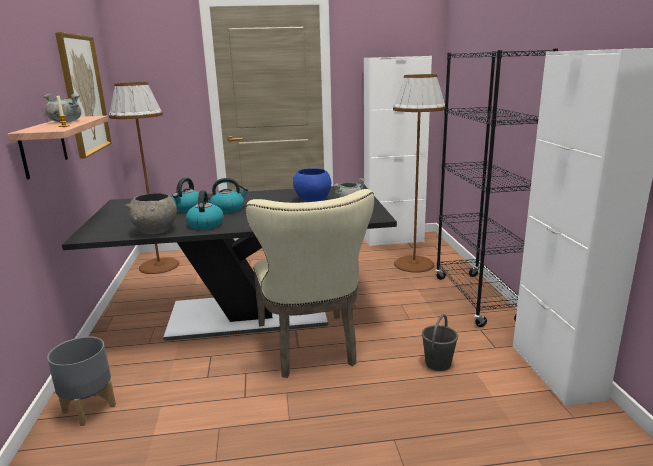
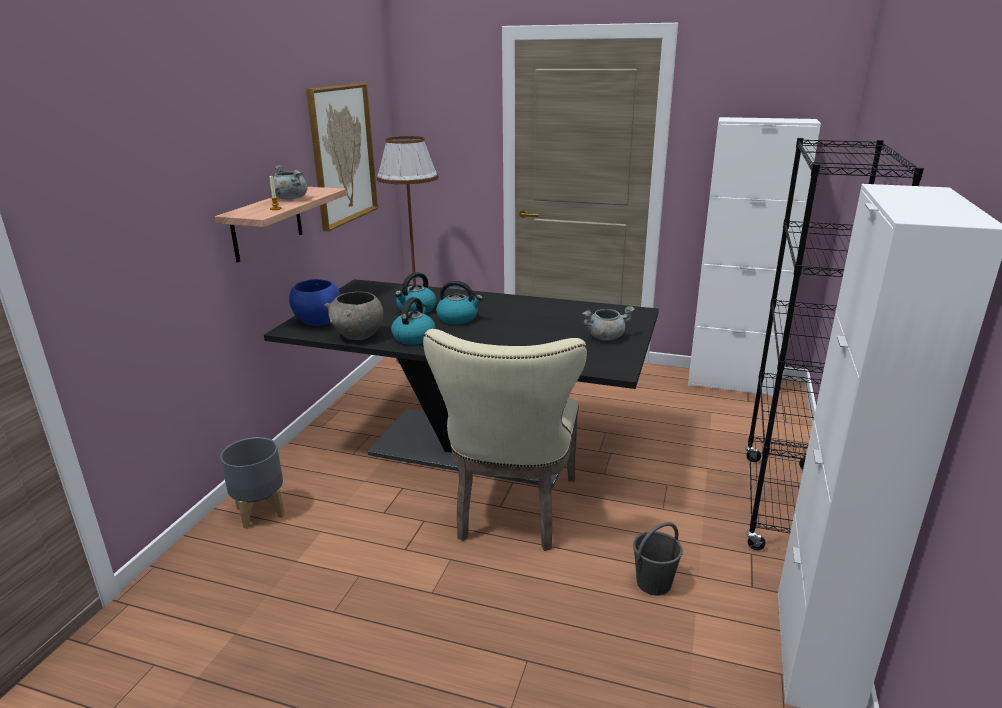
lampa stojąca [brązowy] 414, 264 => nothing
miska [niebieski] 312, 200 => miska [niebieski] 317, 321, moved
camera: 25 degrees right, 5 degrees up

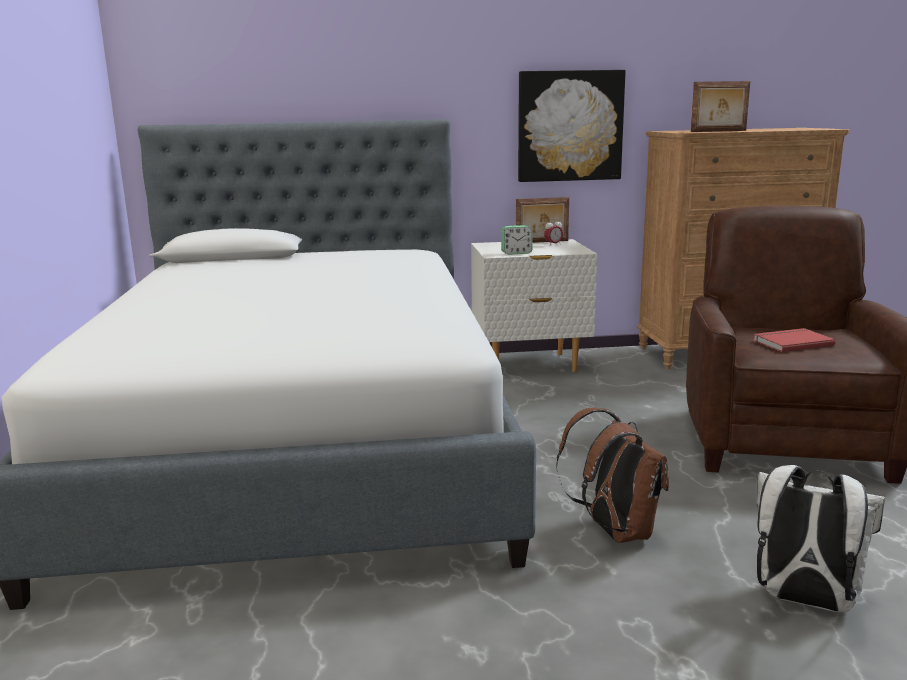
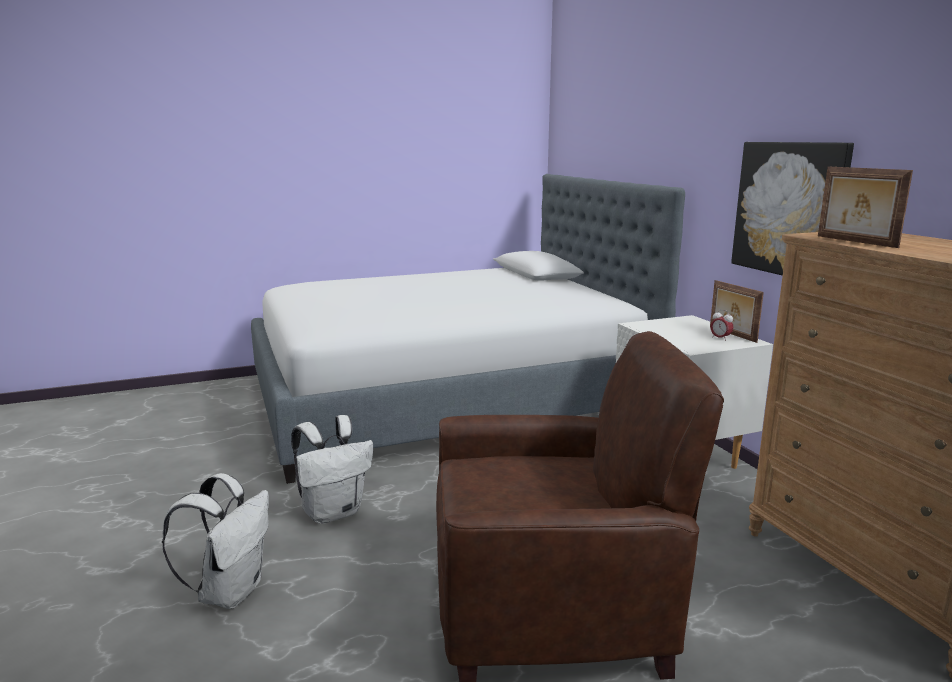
budzik 516, 253 => nothing
książka [czerwony] 791, 342 => nothing
plecak [brązowy] 614, 531 => plecak [biały] 333, 512
camera: 75 degrees right, 0 degrees up

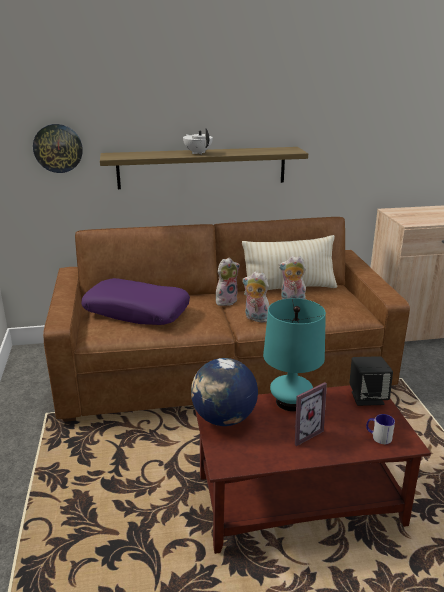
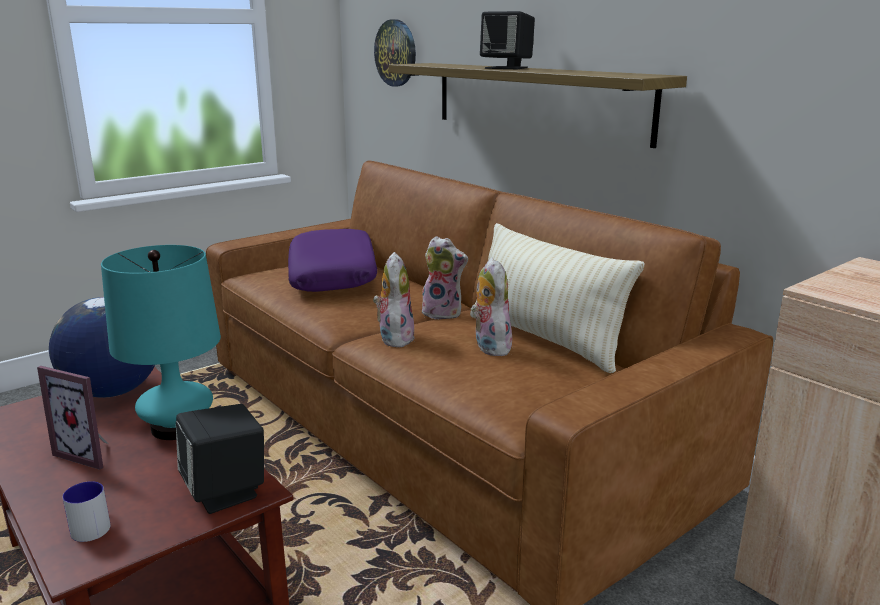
imbryk [biały] 198, 153 => głośnik [czarny] 507, 68
camera: 60 degrees right, 5 degrees down

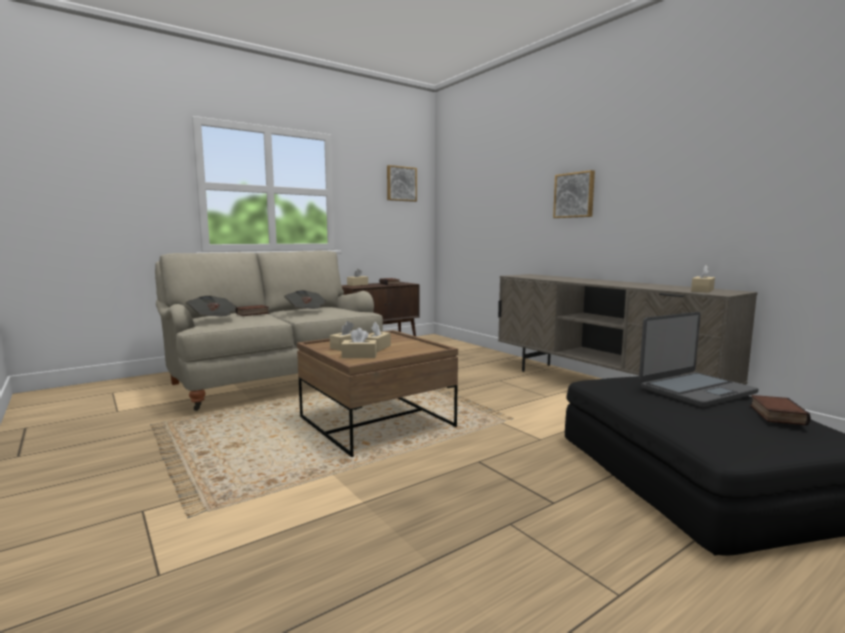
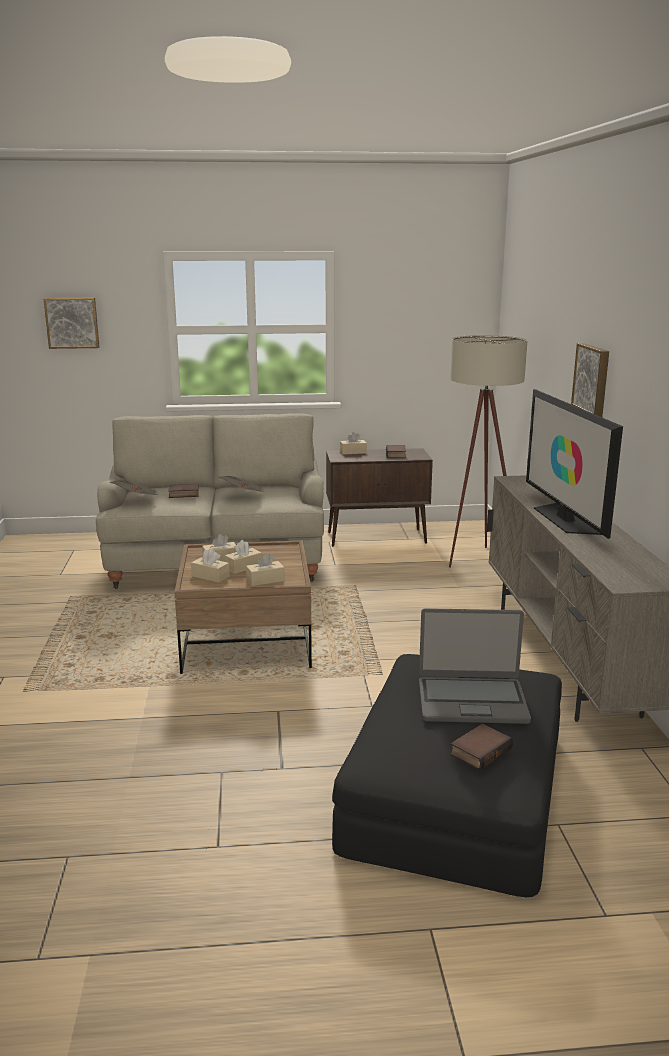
nothing => lampa stojąca [beżowy] 477, 562
nothing => telewizor 565, 519
obraz 401, 184 => obraz 72, 322, moved
pudełko chusteczek [beżowy] 702, 290 => pudełko chusteczek [beżowy] 265, 580, moved
camera: 30 degrees right, 10 degrees up

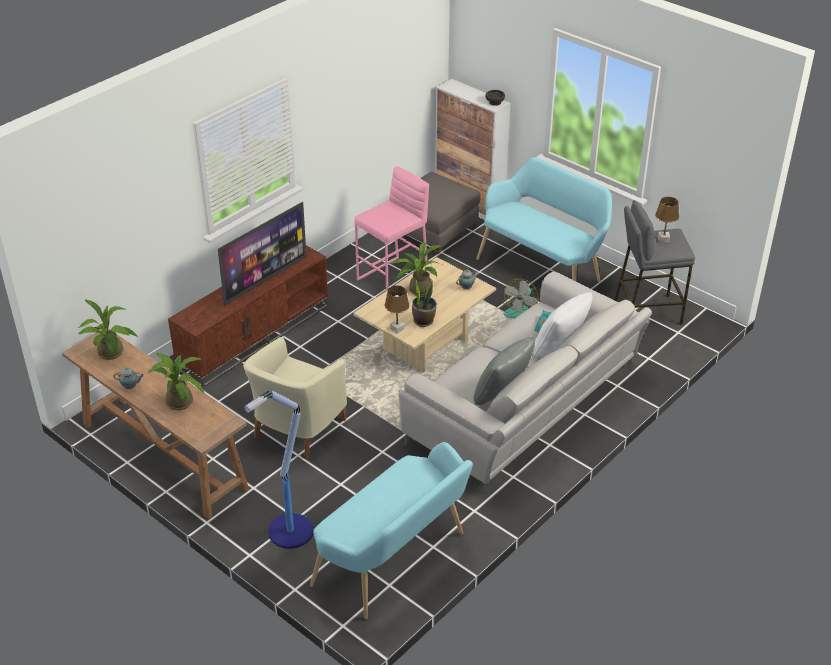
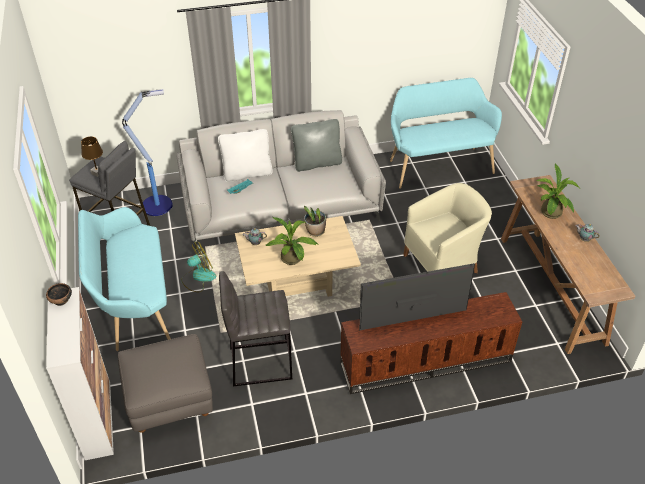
roślina doniczkowa 112, 354 => nothing
lampa stołowa [brązowy] 397, 329 => nothing
lampa stojąca 289, 532 => lampa stojąca 158, 205, moved
stołek [różowy] 393, 278 => stołek [szary] 260, 363
camera: 145 degrees left, 5 degrees up

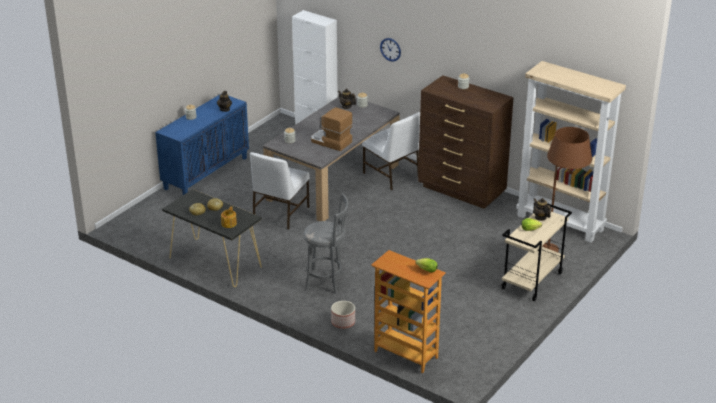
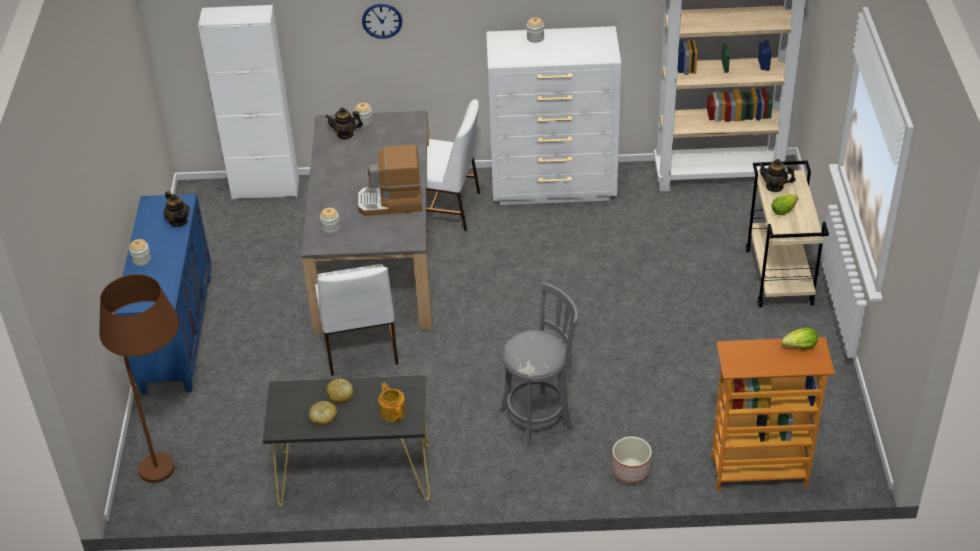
lampa stojąca [brązowy] 559, 250 => lampa stojąca [brązowy] 174, 459, moved
komoda [brązowy] 462, 190 => komoda [biały] 554, 187
camera: 35 degrees left, 10 degrees up

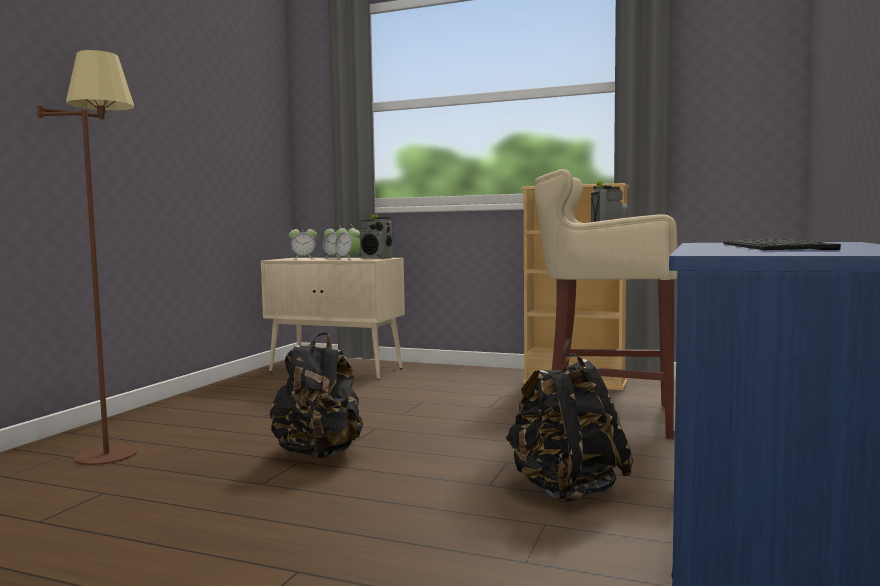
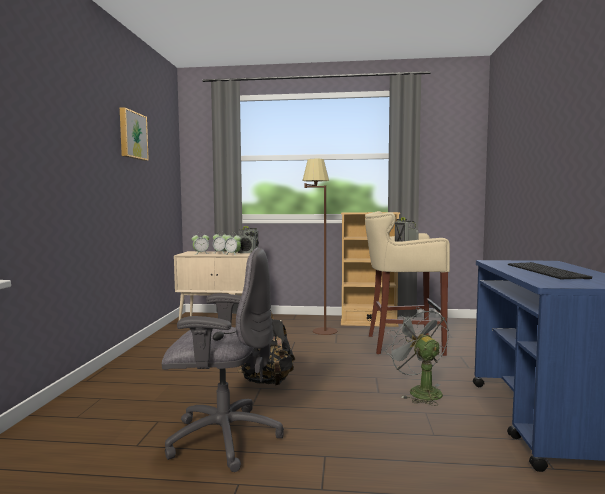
nothing => obraz 132, 135
nothing => krzesło biurowe [szary] 222, 438
lampa stojąca [brązowy] 112, 446 => lampa stojąca [brązowy] 319, 328, moved
plecak [czarny] 565, 490 => wentylator [szary] 419, 391
camera: 15 degrees left, 0 degrees up

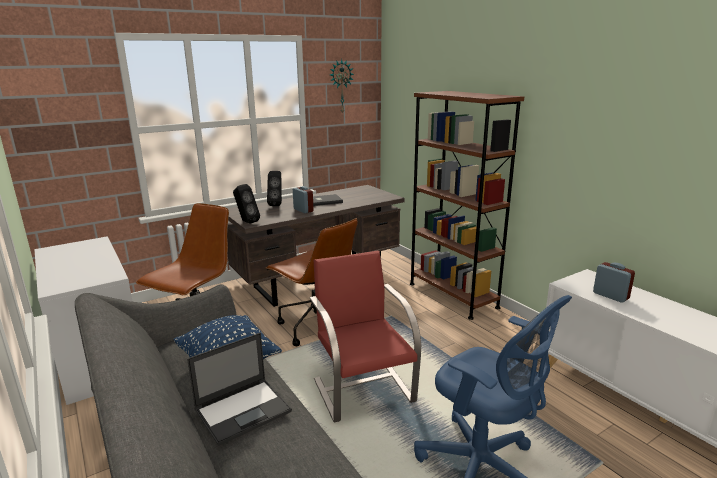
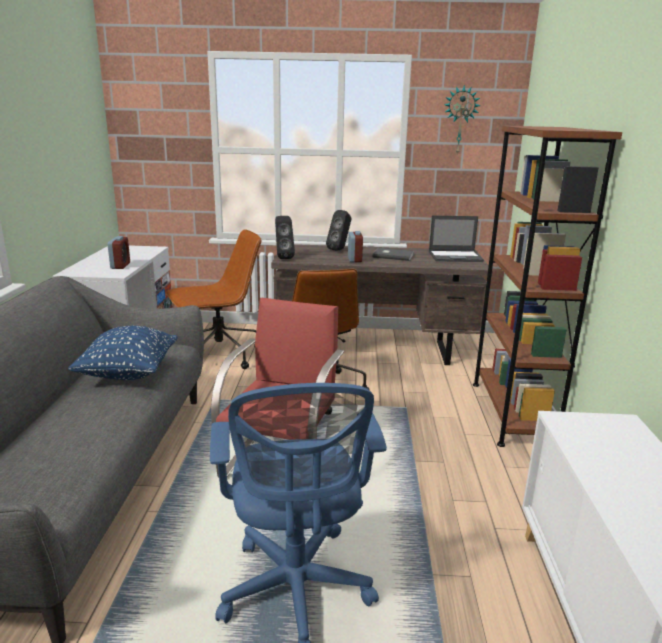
laptop 244, 410 => laptop 456, 257, moved
budzik 610, 296 => budzik 120, 265, moved
camera: 35 degrees right, 0 degrees up

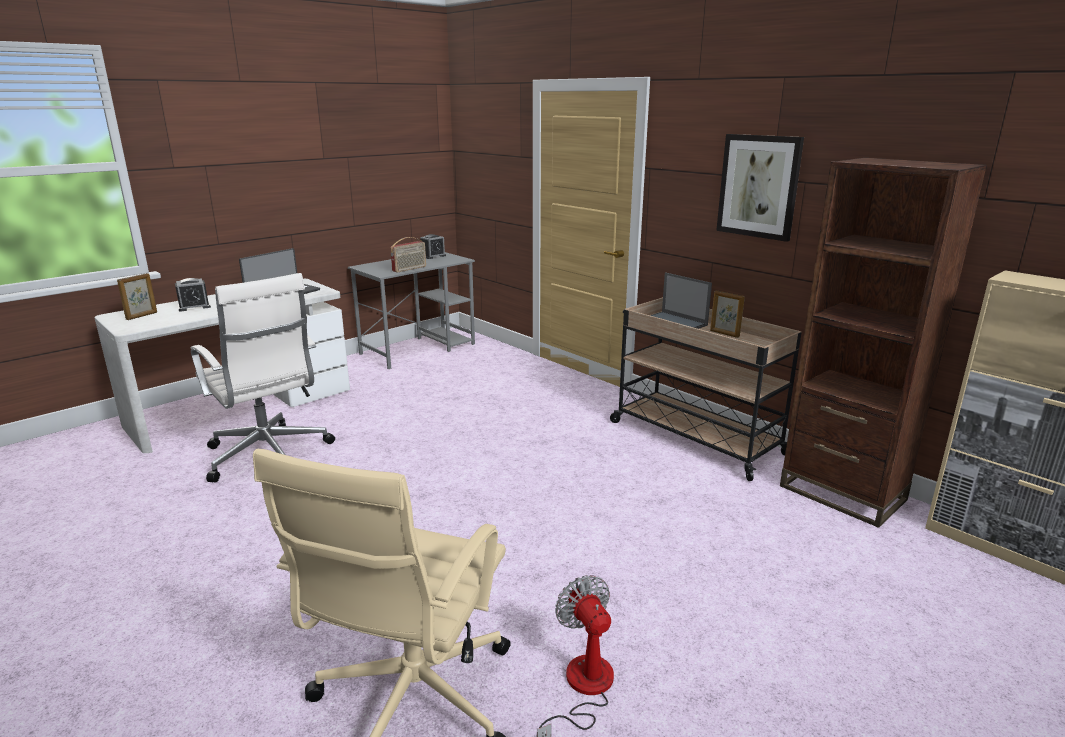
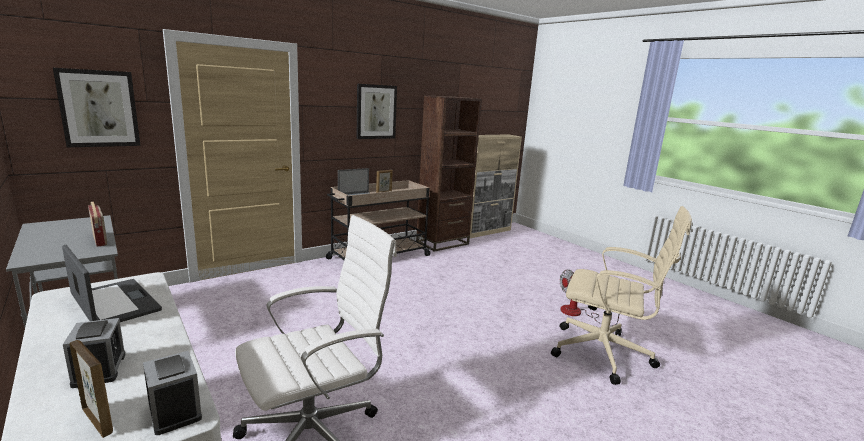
nothing => obraz 99, 108
budzik 433, 256 => budzik 175, 410, moved
camera: 85 degrees left, 5 degrees down

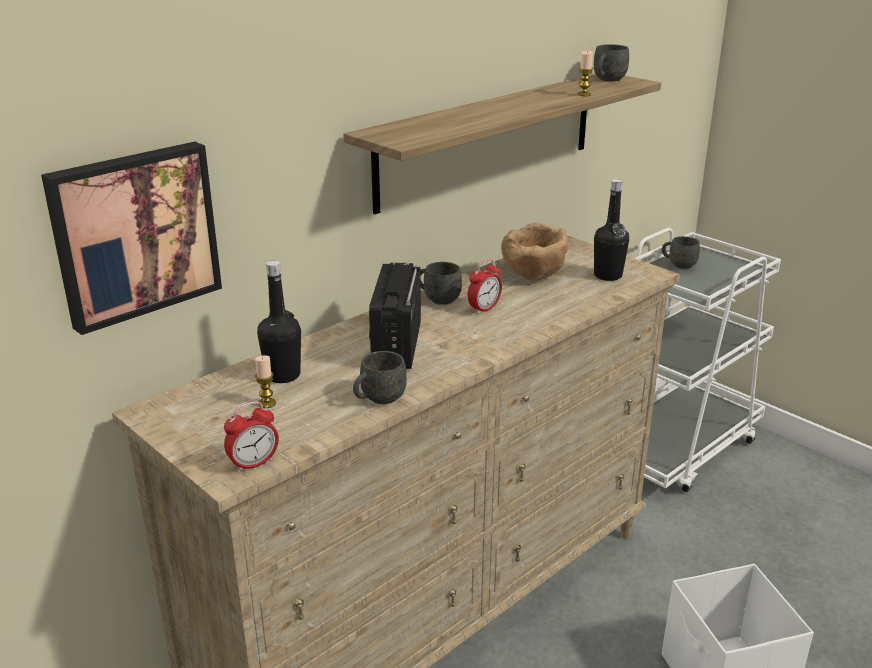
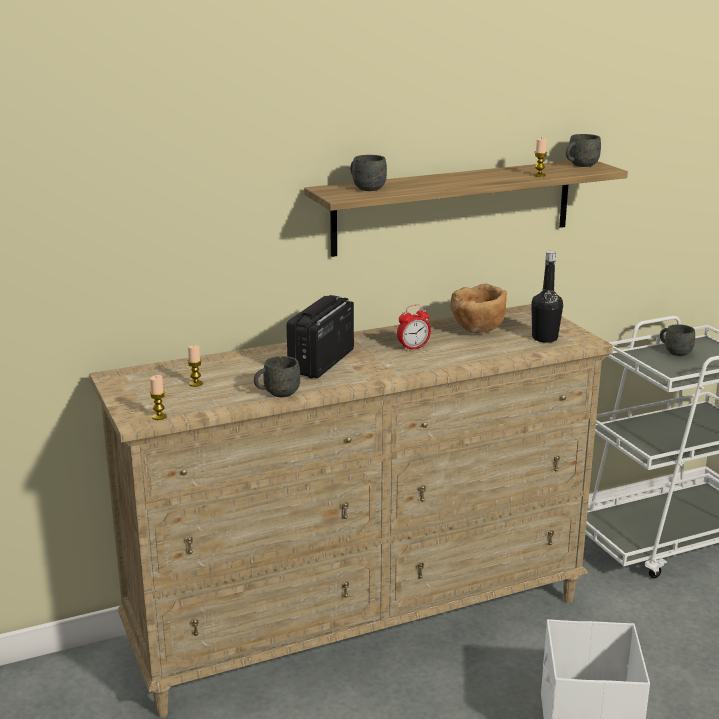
obraz 134, 233 => nothing
butelka [czarny] 283, 375 => nothing
kubek [szary] 437, 298 => kubek [szary] 366, 187, moved
budzik 253, 464 => świeca 159, 417
camera: 20 degrees right, 5 degrees down

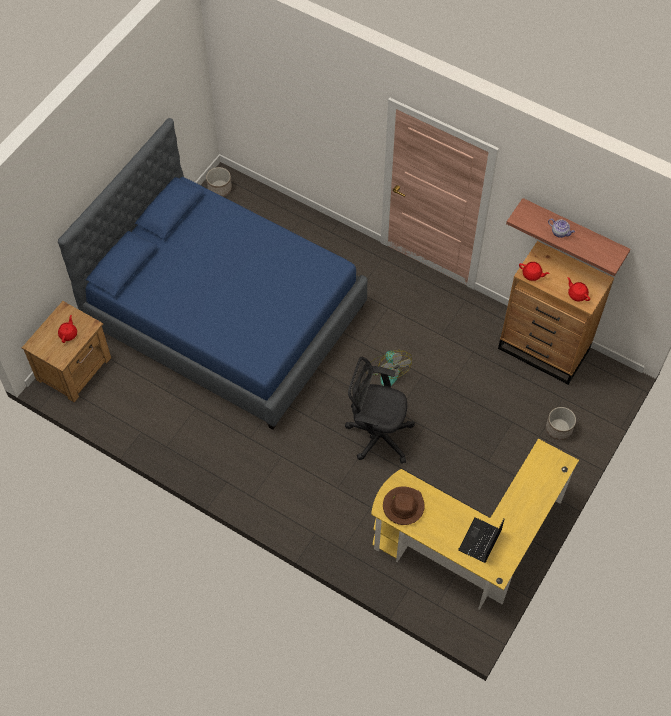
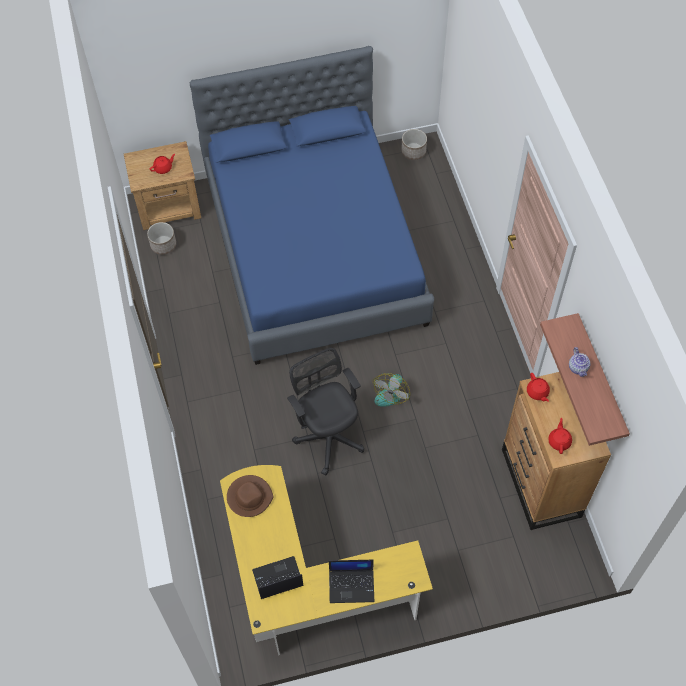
nothing => laptop 352, 585
donica 559, 429 => donica 163, 245, moved
camera: 45 degrees right, 0 degrees up

